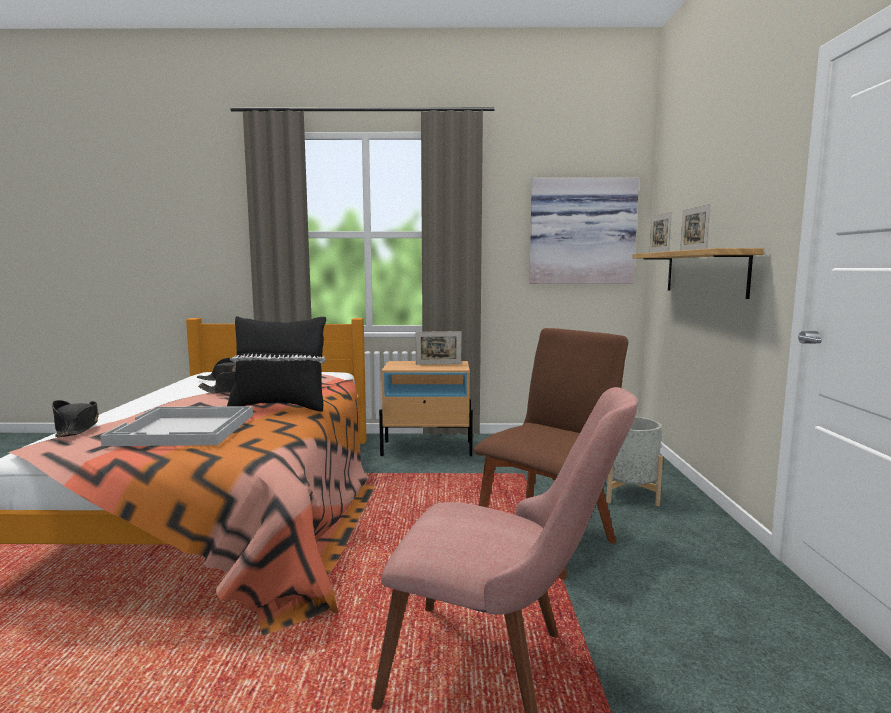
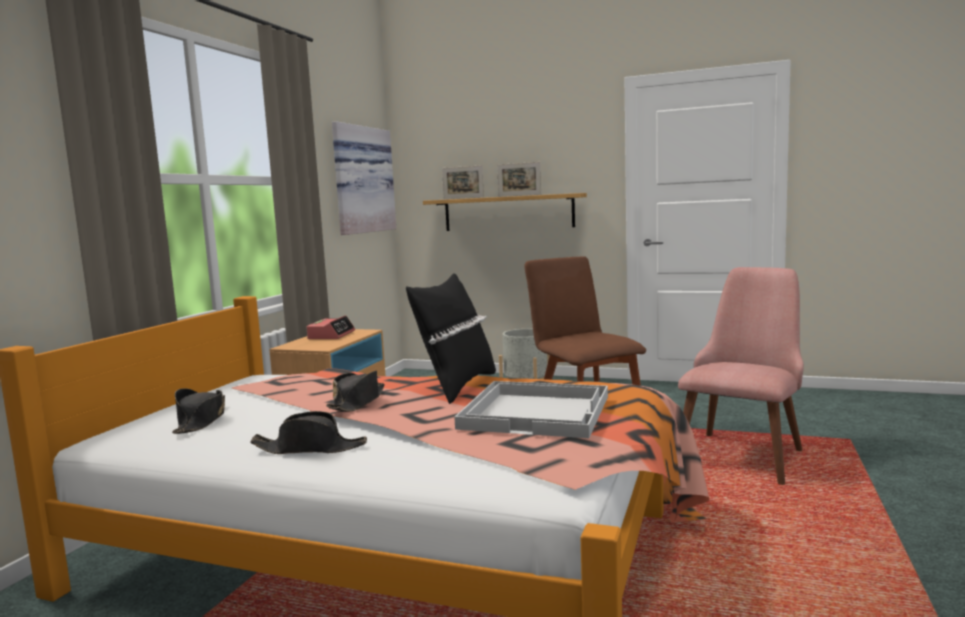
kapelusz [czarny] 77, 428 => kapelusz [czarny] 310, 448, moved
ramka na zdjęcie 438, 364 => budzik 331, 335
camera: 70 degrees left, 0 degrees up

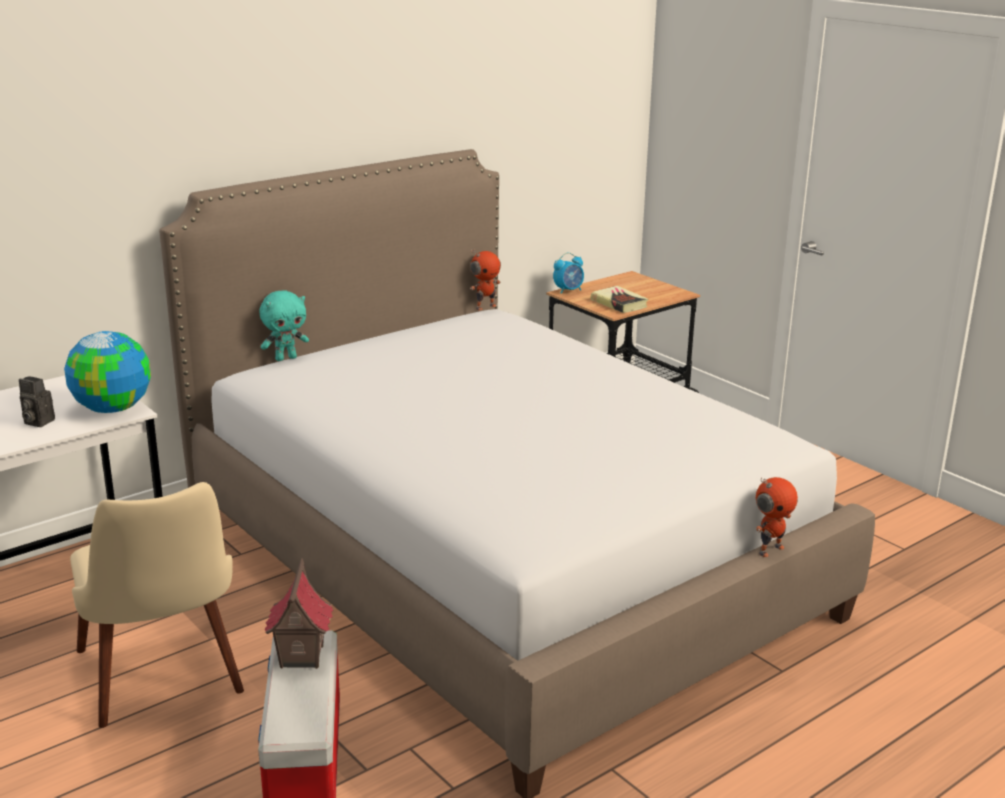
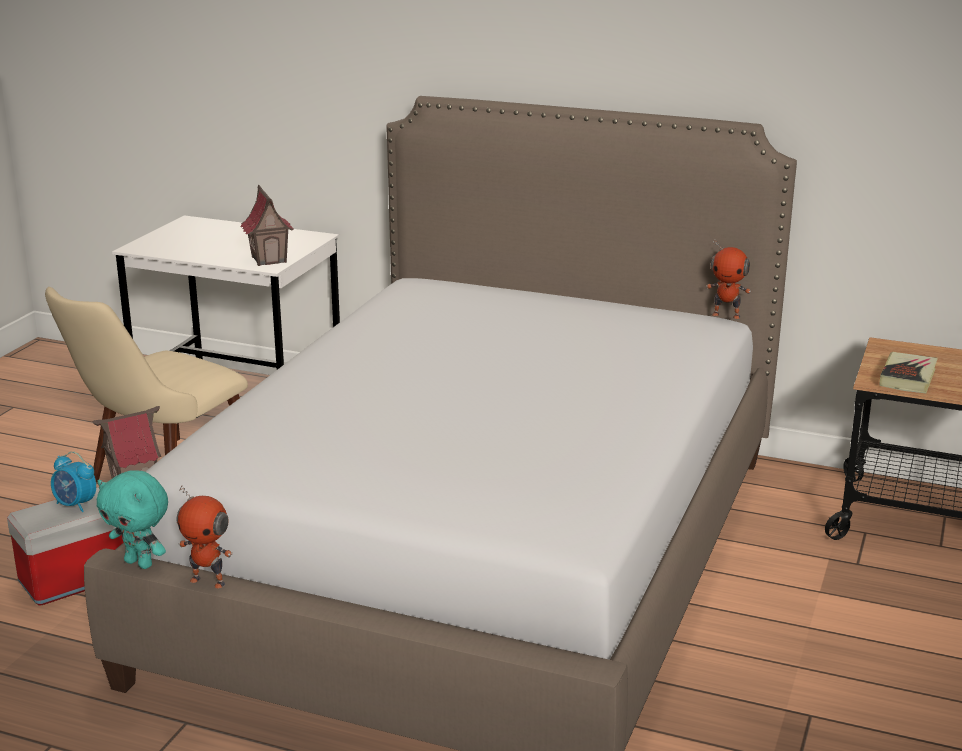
aparat fotograficzny 37, 422 => nothing
pluszak [turkusowy] 286, 358 => pluszak [turkusowy] 140, 563, moved
budzik 568, 290 => budzik 75, 505, moved
robot zabawkowy 770, 550 => robot zabawkowy 208, 581, moved
globus 112, 408 => domek 269, 259
camera: 60 degrees right, 0 degrees up

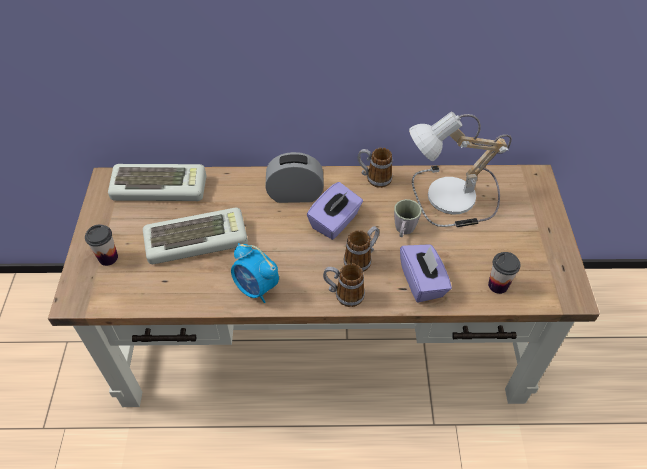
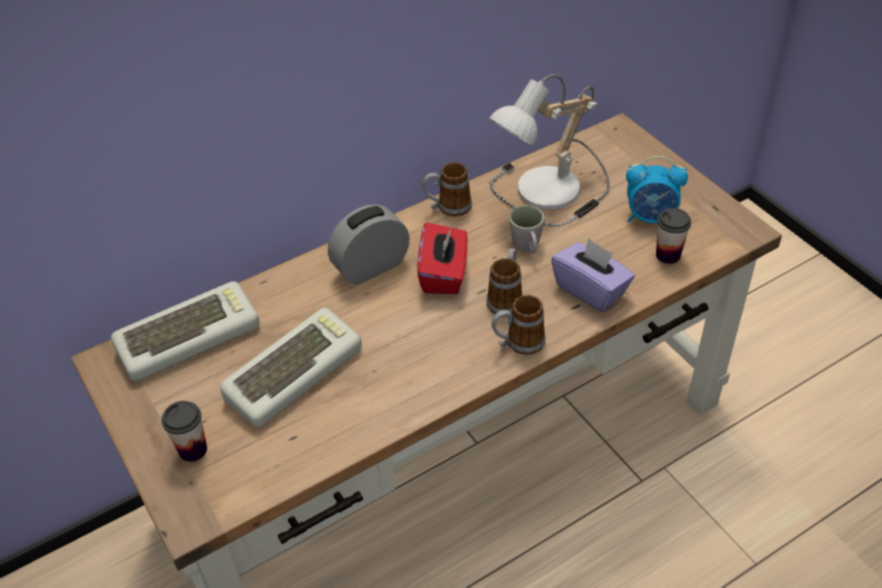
budzik 256, 288 => budzik 651, 217, moved
pudełko chusteczek [fioletowy] 335, 222 => pudełko chusteczek [czerwony] 444, 274
camera: 30 degrees left, 5 degrees down

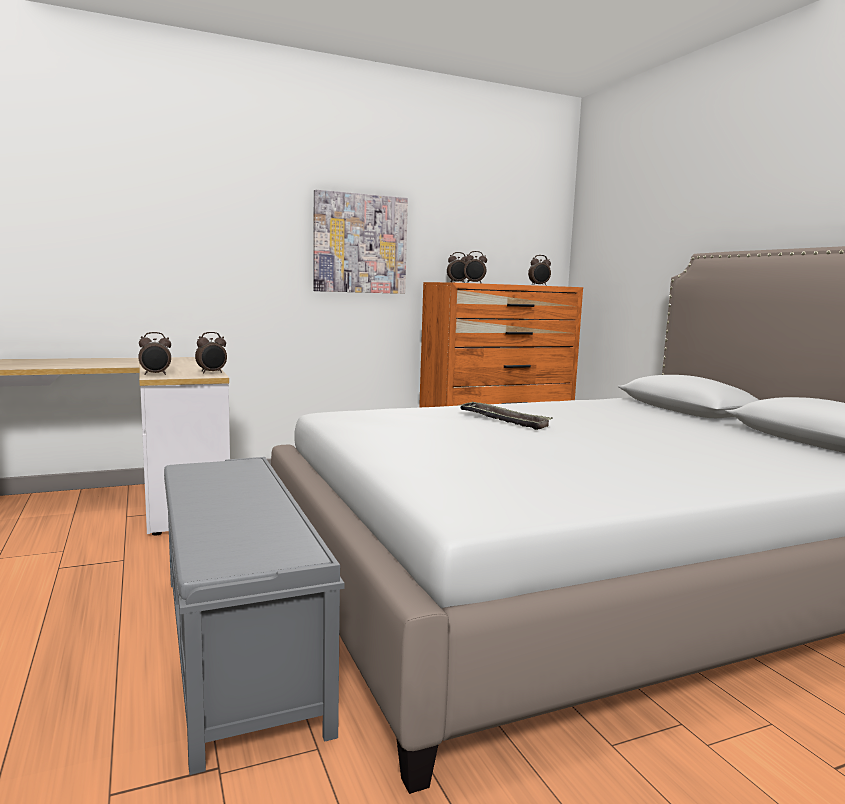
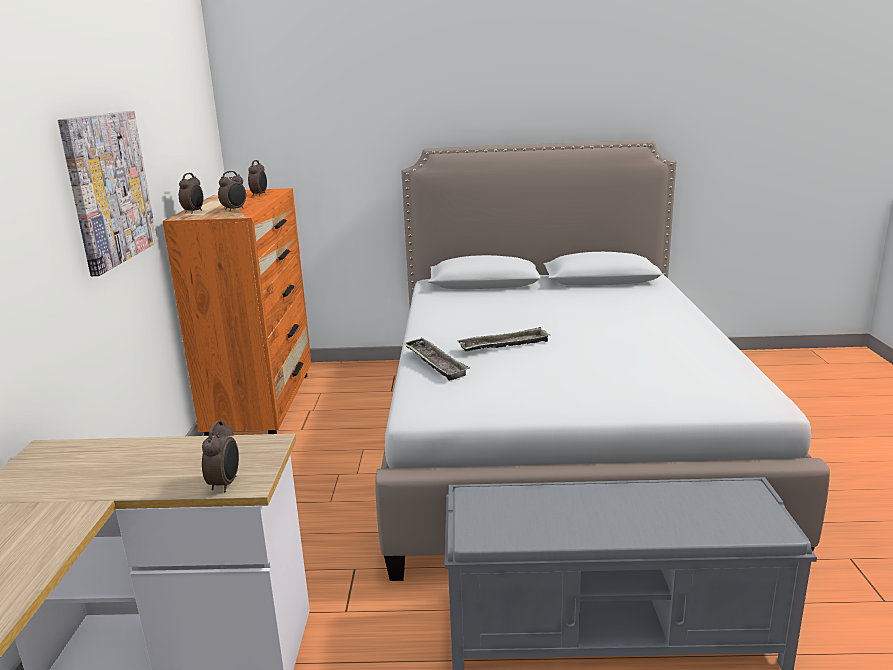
budzik 212, 372 => nothing
nothing => taca 434, 363
camera: 65 degrees left, 10 degrees up

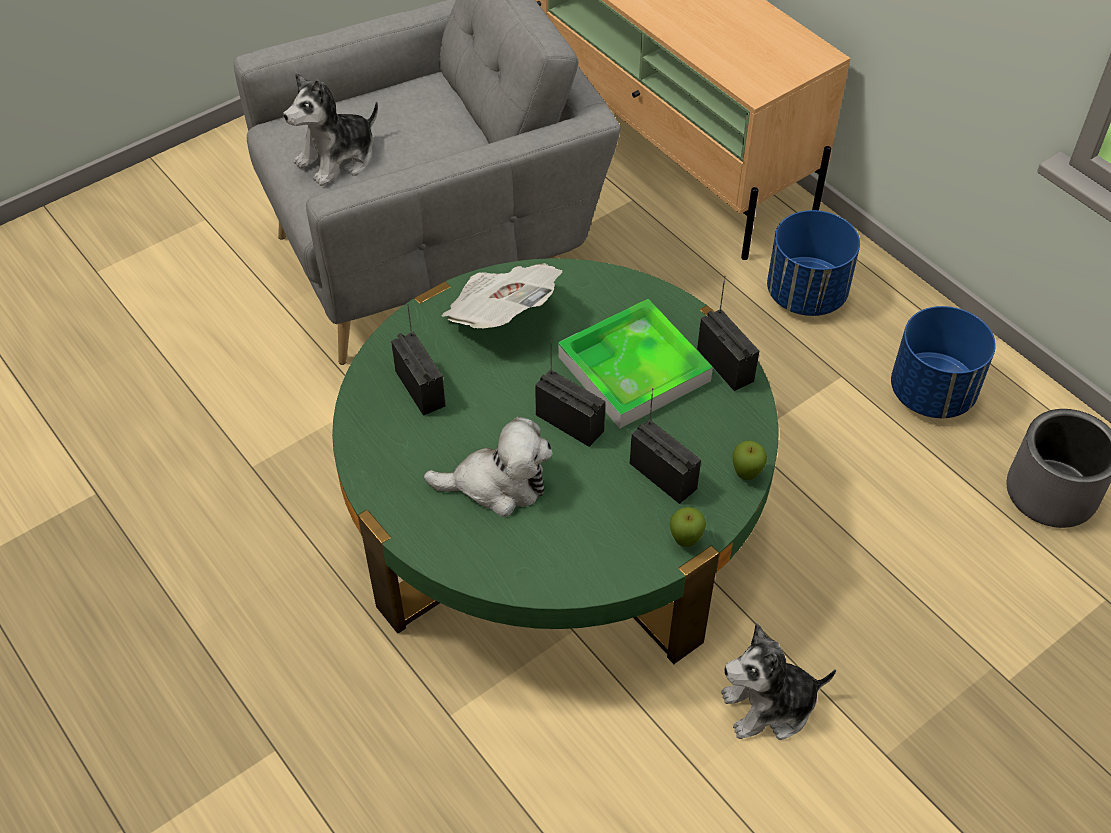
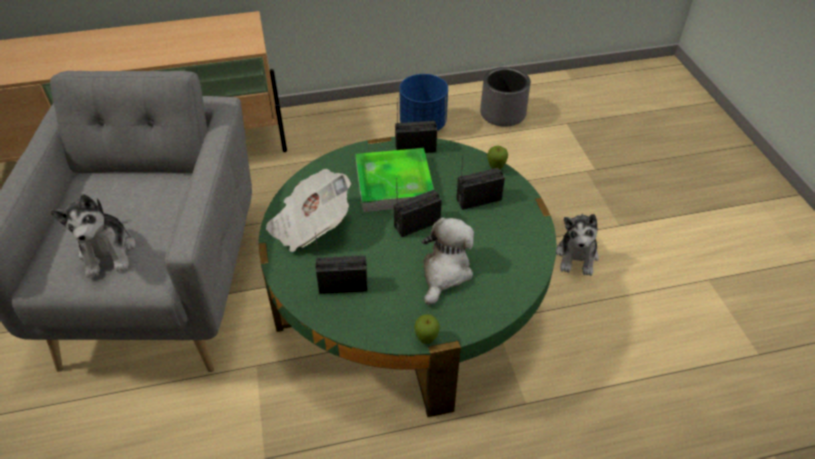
donica [niebieski] 806, 295 => nothing
jabłko 685, 541 => jabłko 426, 340, moved
camera: 65 degrees left, 5 degrees down

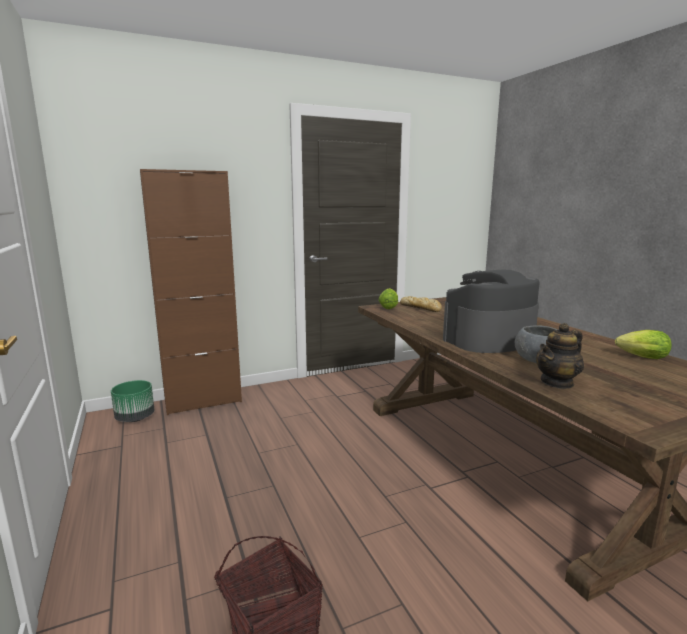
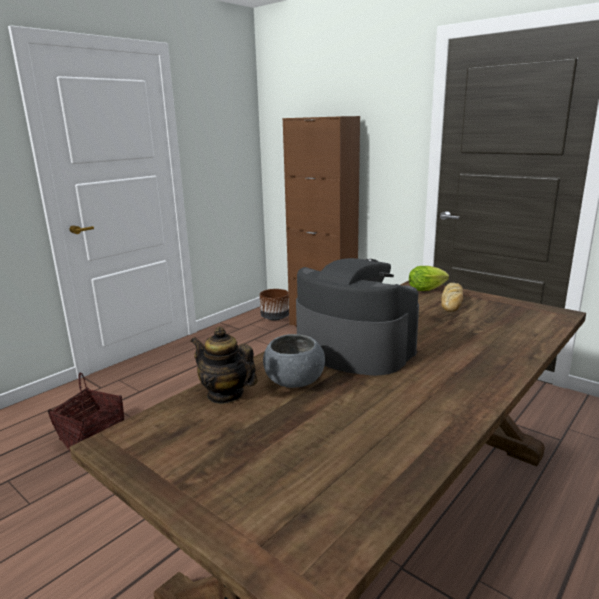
sałata 639, 357 => nothing
donica [zielony] 135, 418 => donica [brązowy] 275, 318
camera: 65 degrees right, 5 degrees up

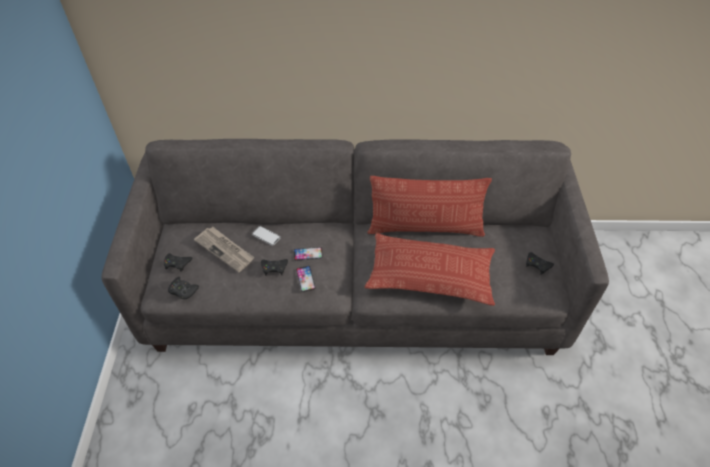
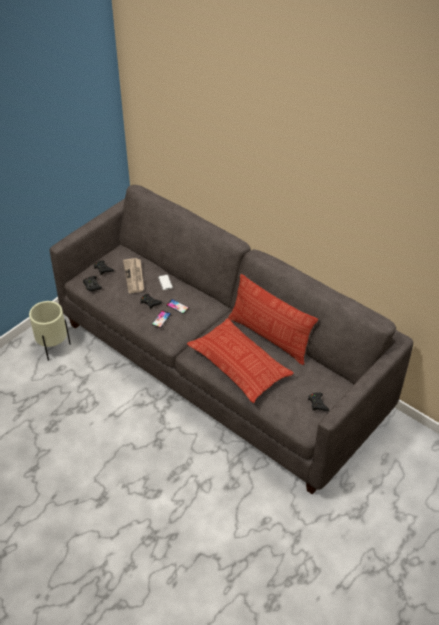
nothing => donica [beżowy] 54, 348
camera: 40 degrees right, 5 degrees down

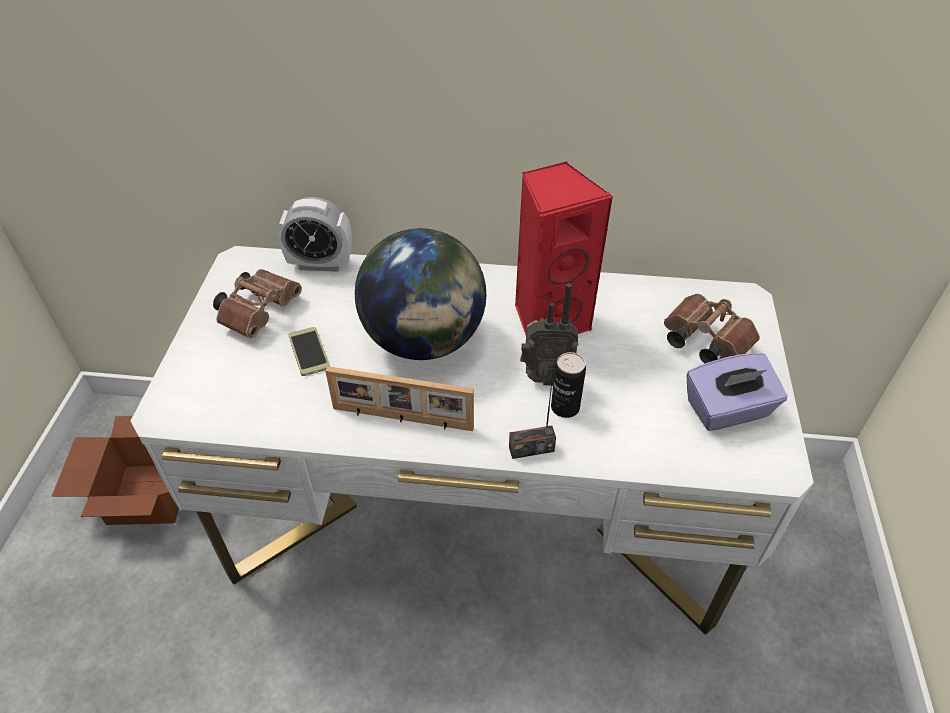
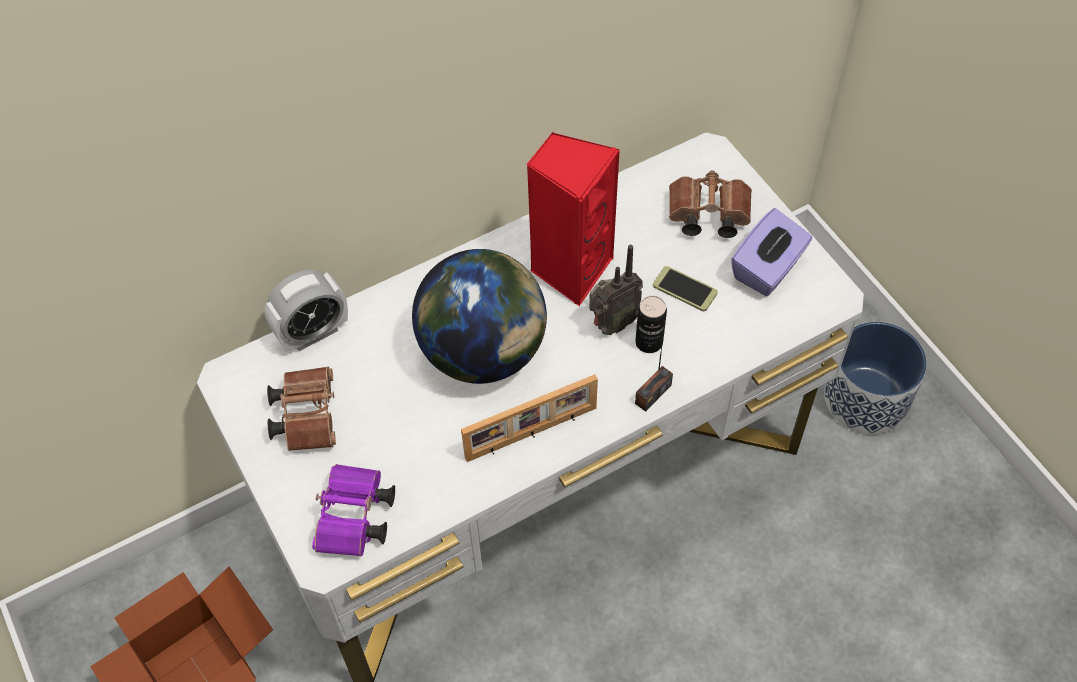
nothing => lornetka [fioletowy] 354, 520
nothing => donica 866, 398
telefon 309, 352 => telefon 684, 289, moved
camera: 35 degrees left, 10 degrees up

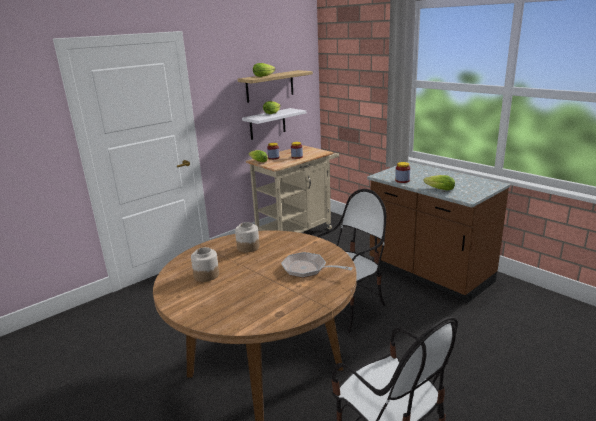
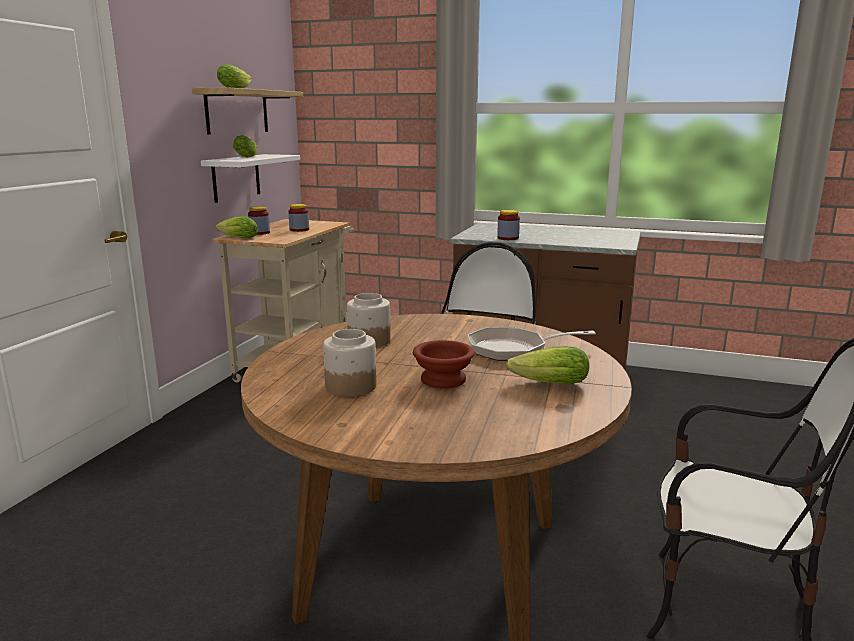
nothing => miska [brązowy] 444, 379
sałata 438, 189 => sałata 546, 384, moved
camera: 30 degrees left, 5 degrees down

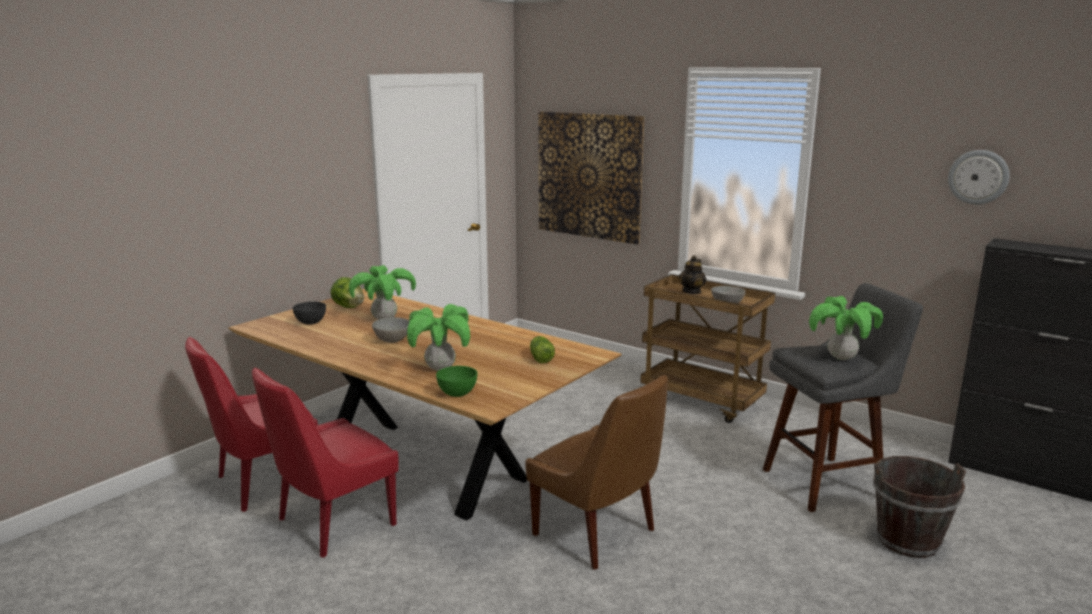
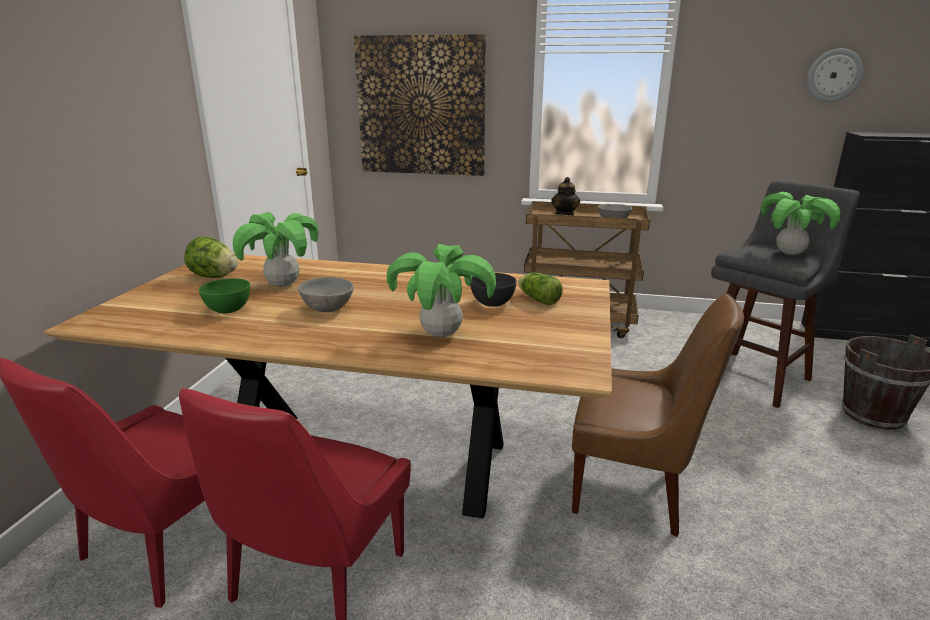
miska [szary] 311, 322 => miska [szary] 492, 303, moved
miska [zielony] 457, 393 => miska [zielony] 228, 310, moved
camera: 25 degrees left, 5 degrees up

